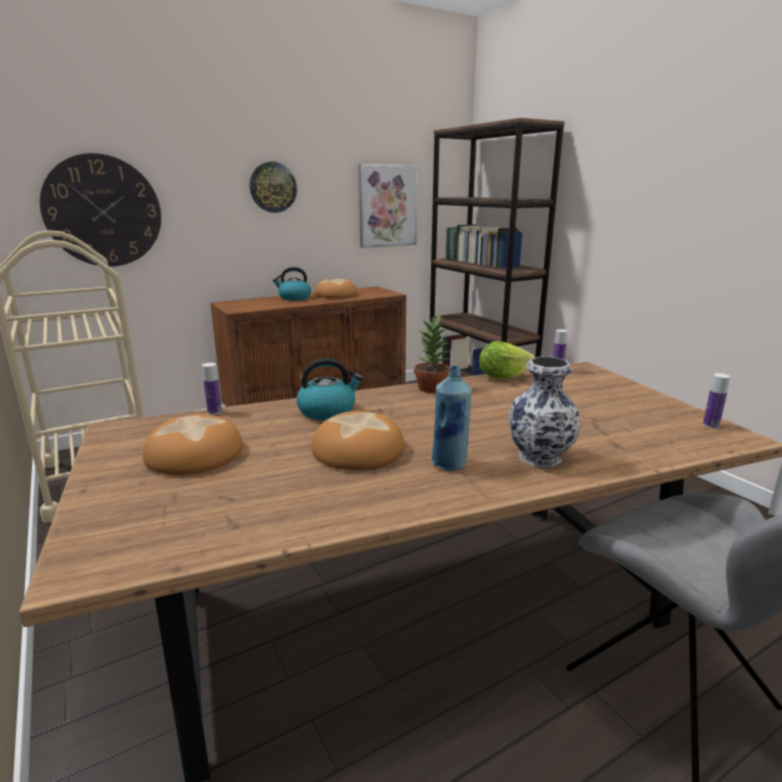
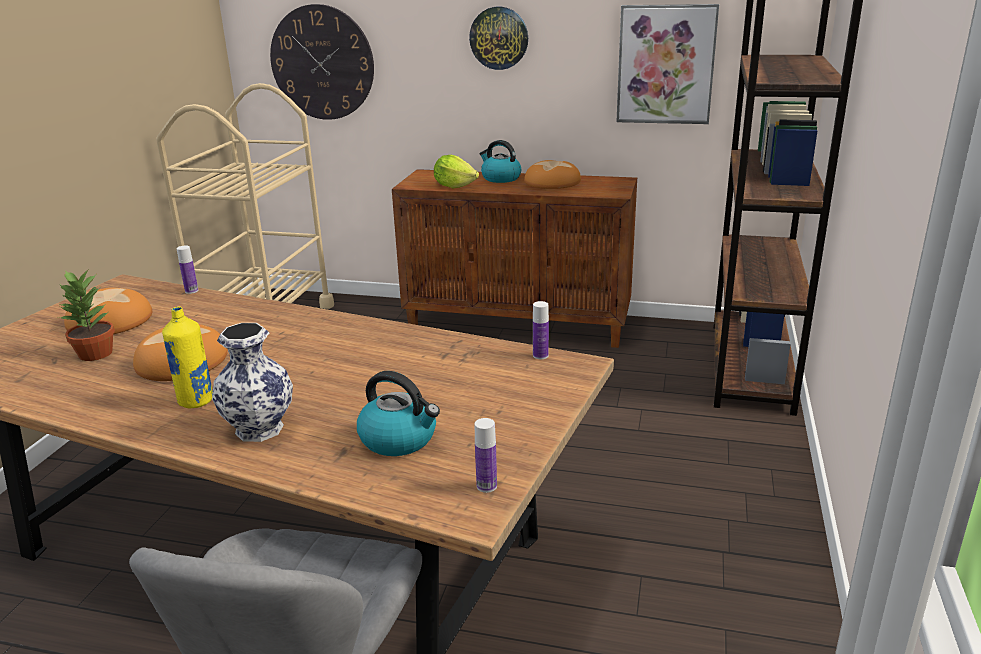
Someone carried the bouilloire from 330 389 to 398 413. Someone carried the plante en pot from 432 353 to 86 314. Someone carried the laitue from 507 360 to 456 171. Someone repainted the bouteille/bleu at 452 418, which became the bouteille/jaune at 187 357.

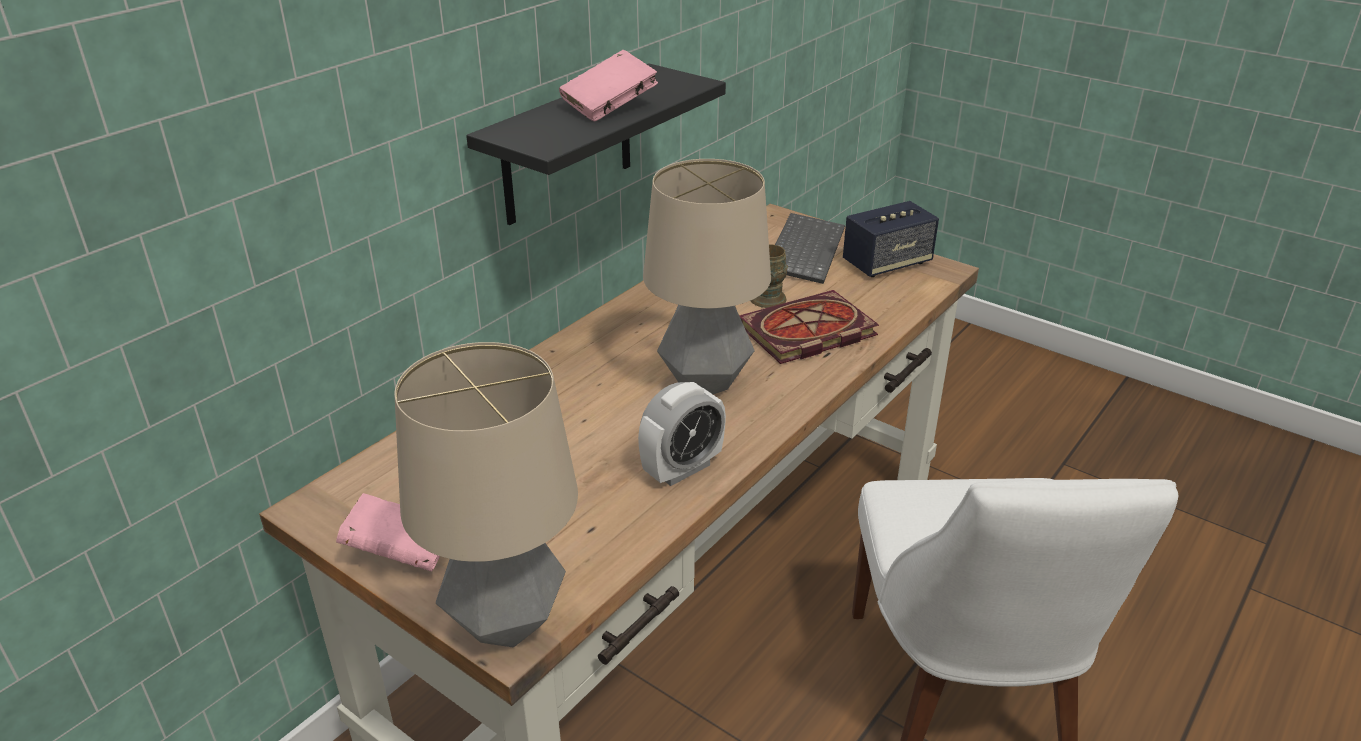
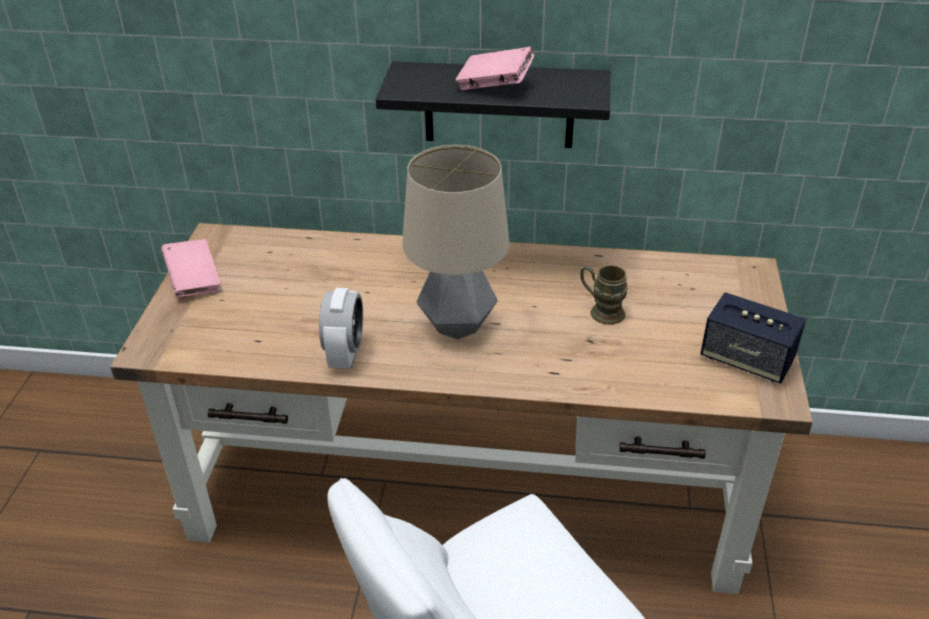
Someone took away the lampe de table at 486 494. Someone took away the livre at 809 327. Someone took away the clavier at 810 248. Someone rotated the réveil at 682 434 by 105 degrees counterclockwise.

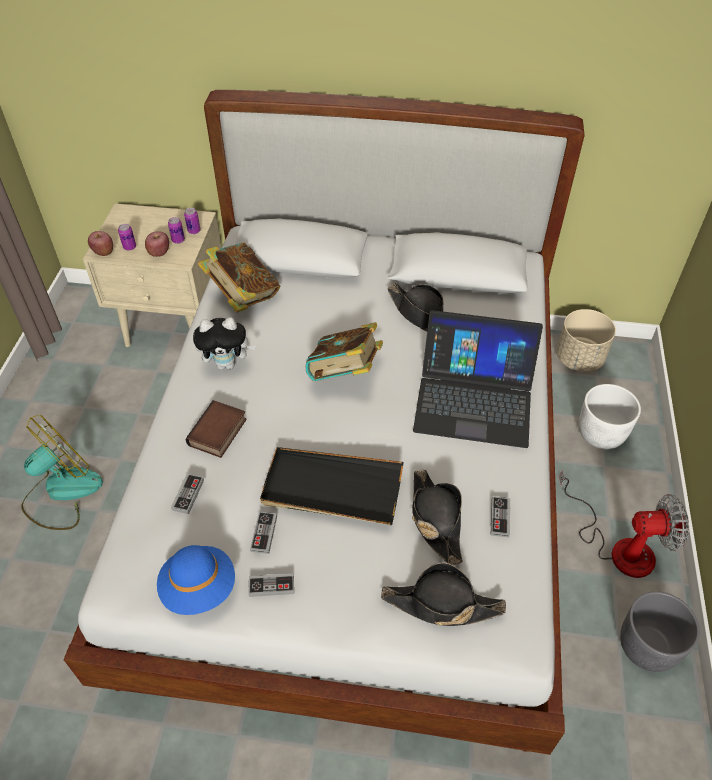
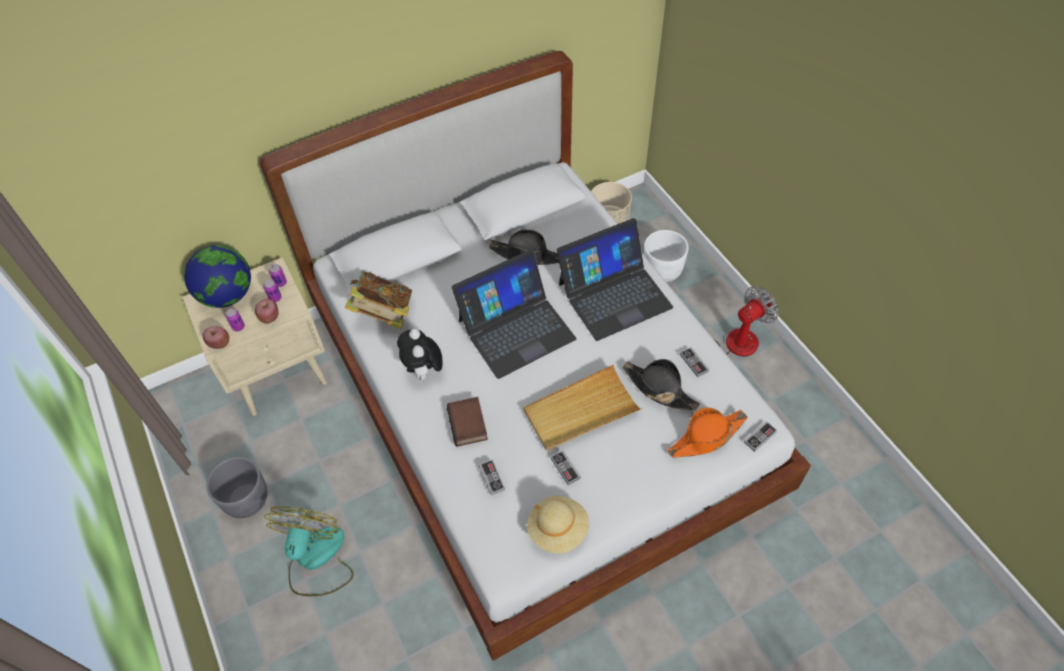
Someone put down the globe at 217 276. Someone carried the manette from 271 585 to 760 436. Someone carried the cache-pot/gris from 660 631 to 237 487. Someone swapped the livre at 344 351 for the ordinateur portable at 514 314. Someone repainted the chapeau/bleu at 196 580, which became the chapeau/beige at 558 524. Someone repainted the plateau/noir at 332 486, which became the plateau/beige at 583 407. Someone repainted the chapeau/noir at 443 594, which became the chapeau/orange at 707 432. Someone rotated the peluche at 224 343 by 120 degrees clockwise.

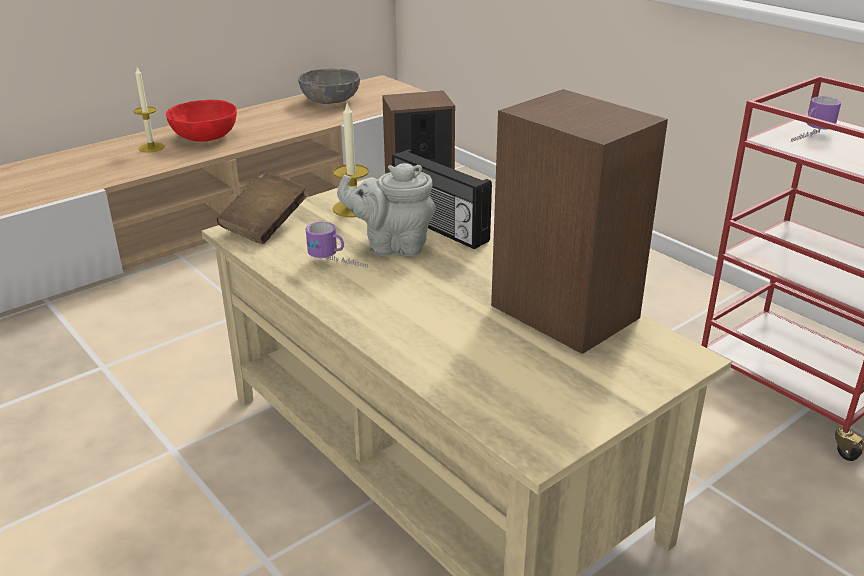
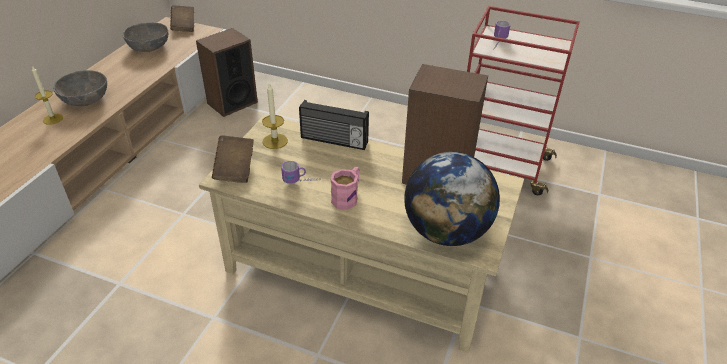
Someone took away the théière/gris at 386 209. Someone put down the livre/marron at 182 18. Someone put down the mug/rose at 345 188. Someone put down the globe at 452 199. Someone repainted the bol/rouge at 201 121, which became the bol/gris at 80 88.

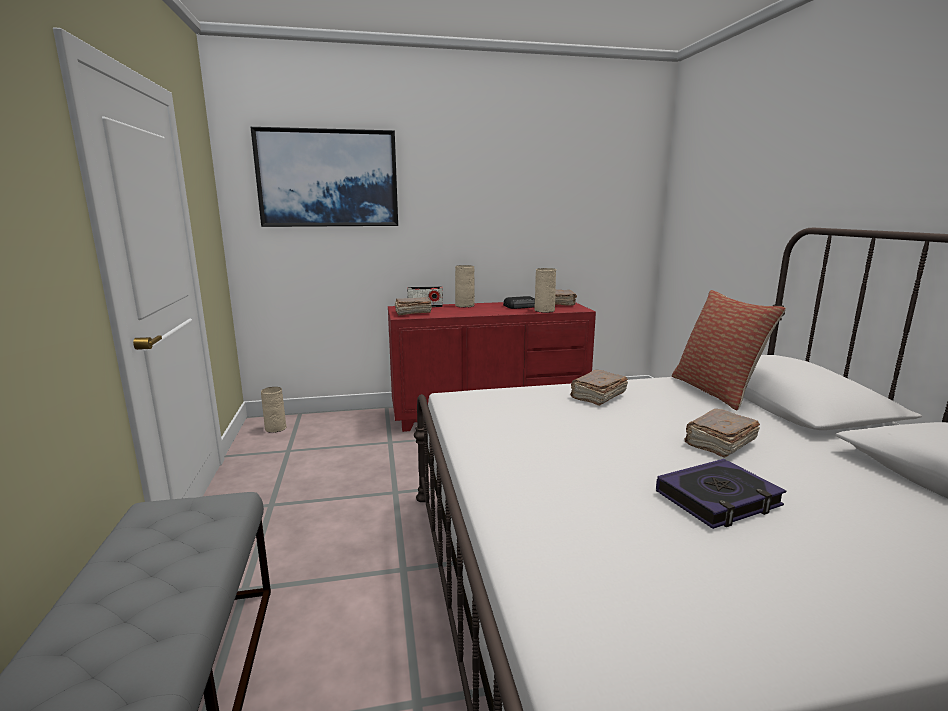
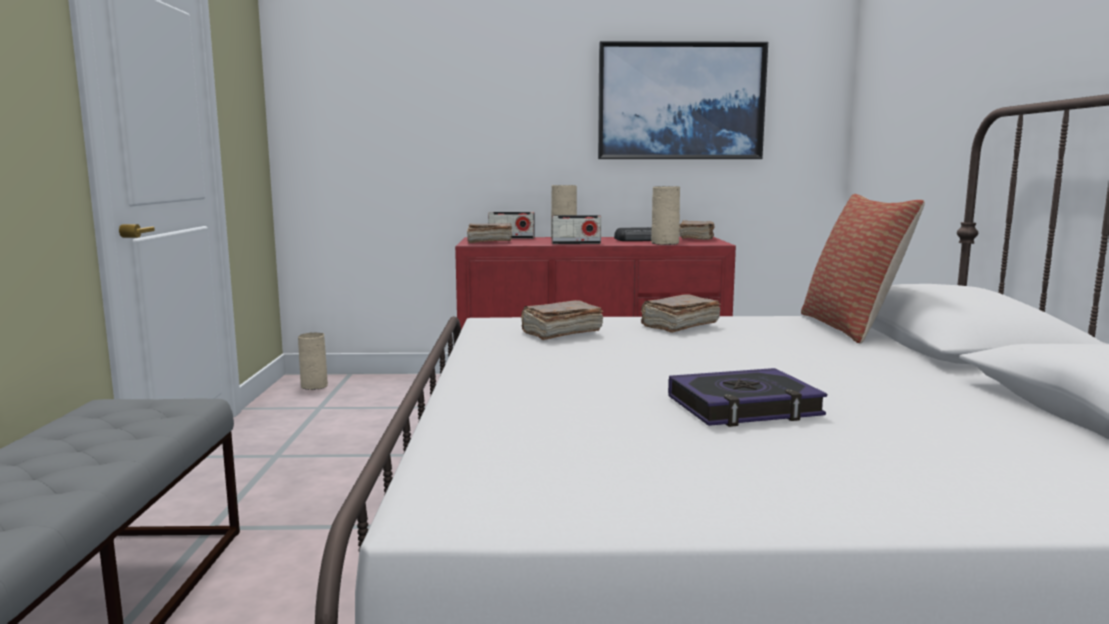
Someone put down the radio at 576 229. Someone carried the tableau from 324 177 to 683 100. Someone carried the livre/marron from 722 433 to 561 320.

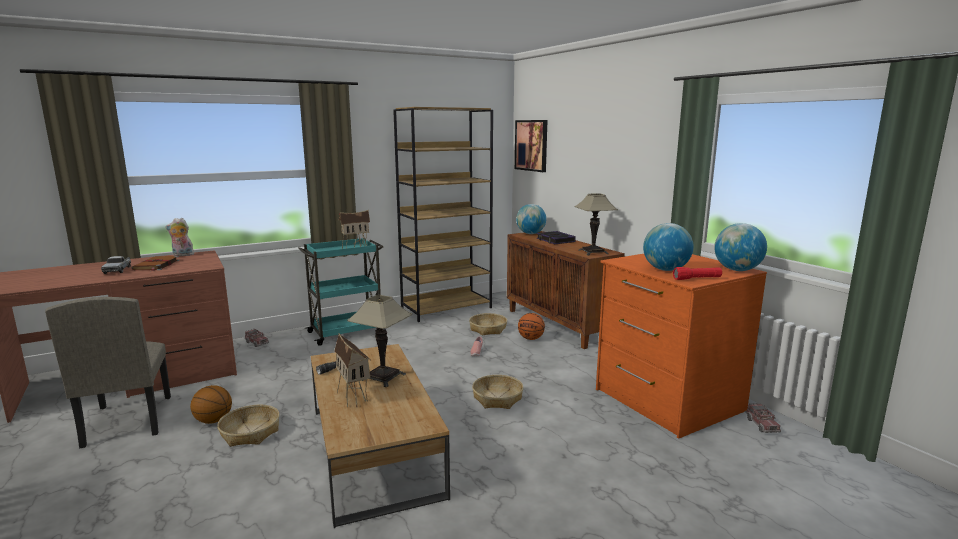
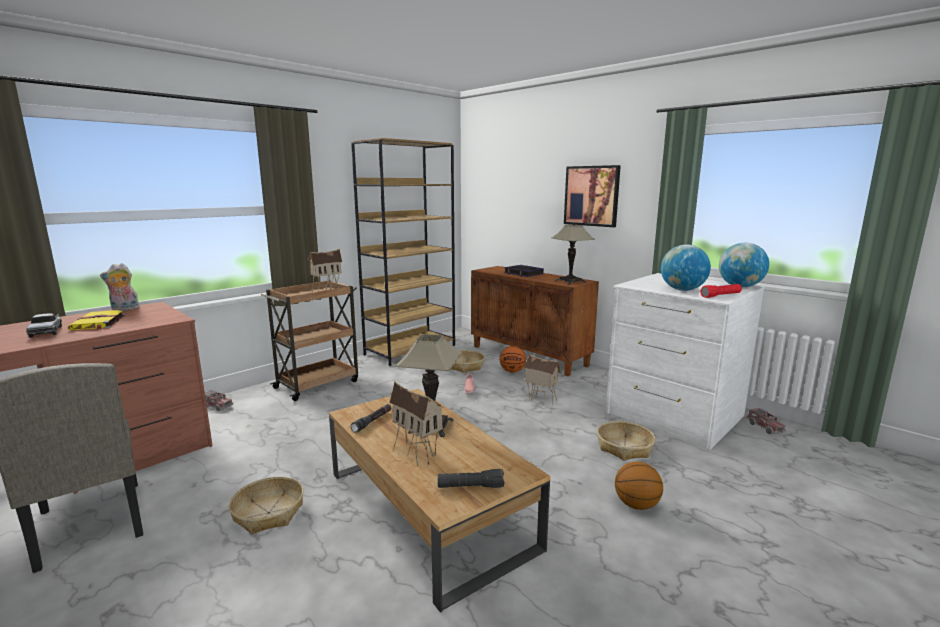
Someone took away the globe at 531 219. Someone put down the lampe de poche/noir at 470 478. Someone put down the maison miniature at 542 380. Someone carried the ballon de basket from 211 404 to 639 486. Someone carried the panier from 497 392 to 626 441. Someone carried the tableau from 531 146 to 592 196. Someone repainted the livre/marron at 155 263, which became the livre/jaune at 97 320. Someone repainted the chariot/turquoise at 340 292, which became the chariot/marron at 309 340. Someone repainted the commode/orange at 681 346, which became the commode/blanc at 685 361.

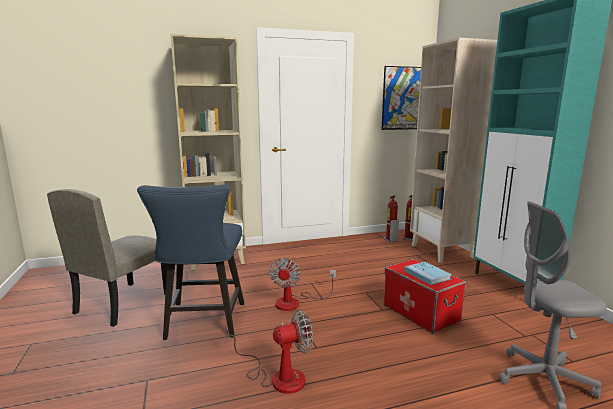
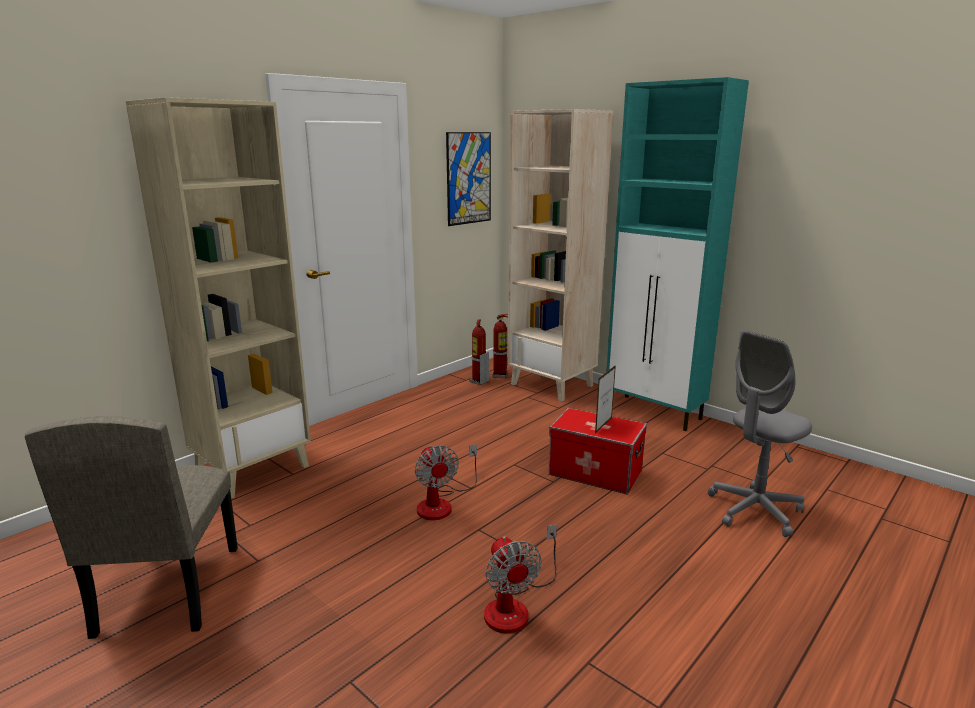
Someone took away the chaise/bleu at 190 262. Someone swapped the livre/bleu at 428 273 for the cadre photo at 605 399. Someone rotated the ventilateur at 270 352 by 120 degrees clockwise.

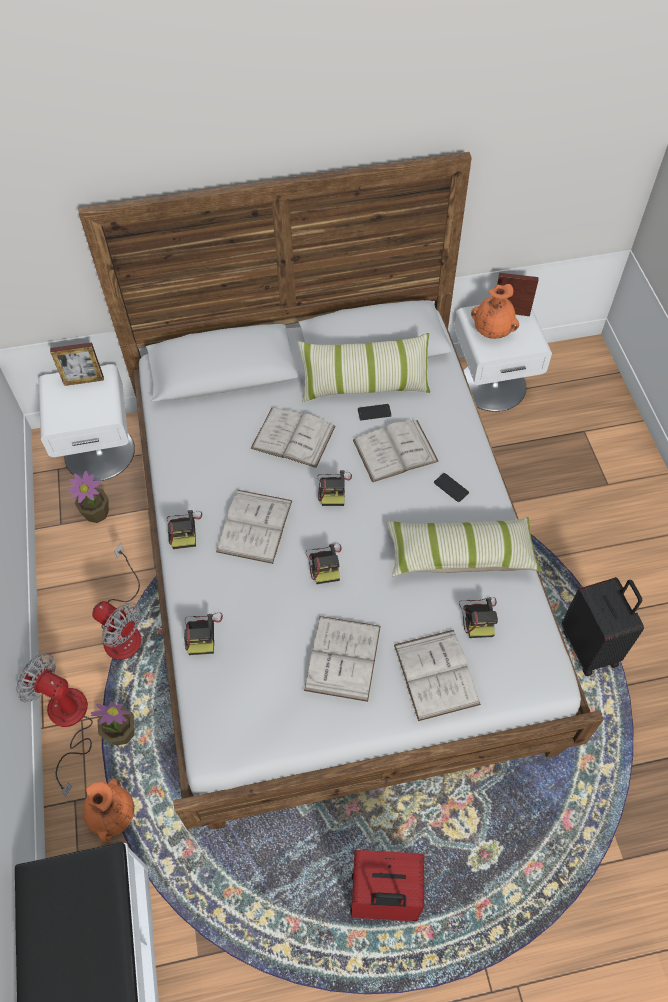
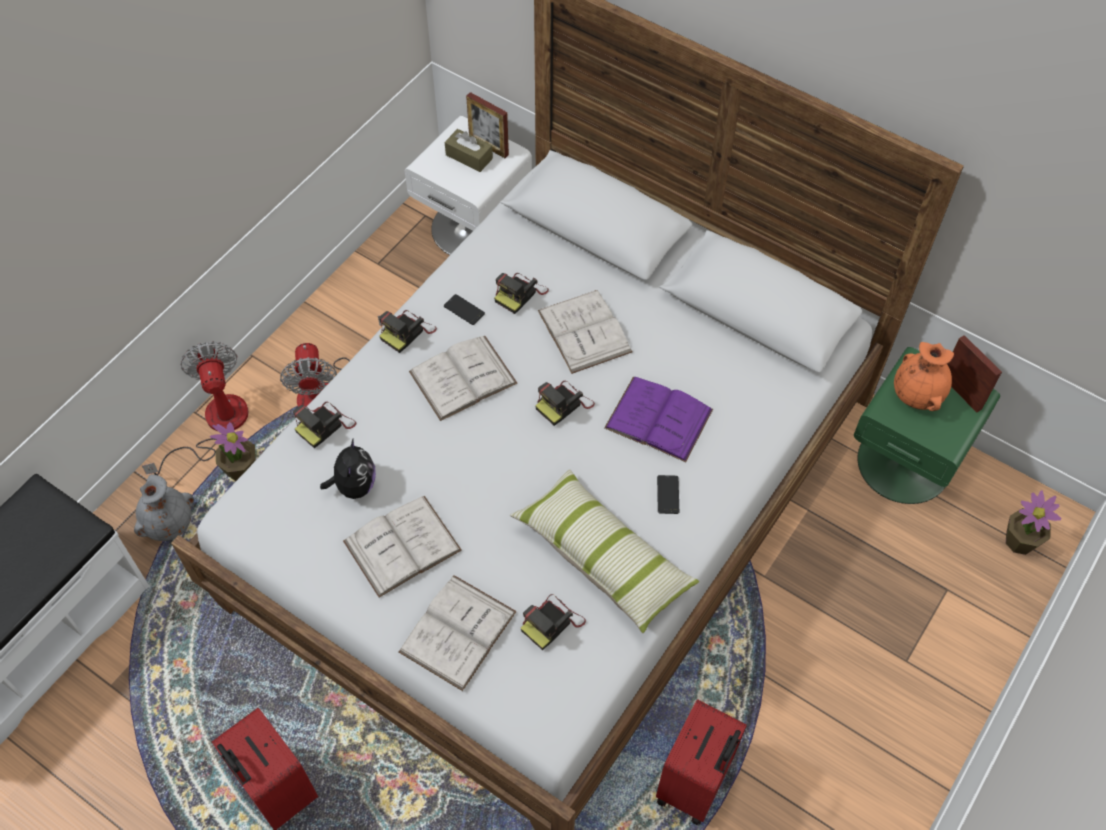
Someone took away the coussin at 364 367. Someone put down the peluche at 348 468. Someone put down the boîte à mouchoirs/marron at 469 150. Someone carried the plante en pot from 88 497 to 1033 522. Someone carried the appareil photo from 323 563 to 521 293. Someone carried the téléphone from 375 412 to 464 309. Someone repainted the vase/orange at 108 810, which became the vase/gris at 164 507. Someone repainted the livre/blanc at 396 451, which became the livre/violet at 658 419. Someone repainted the table de chevet/blanc at 503 358, which became the table de chevet/vert at 927 425. Someone repainted the valise/noir at 603 626, which became the valise/rouge at 701 762.

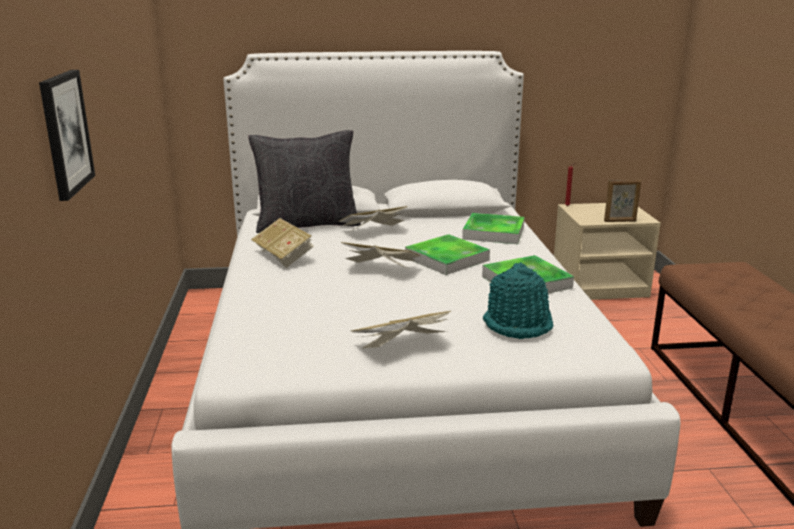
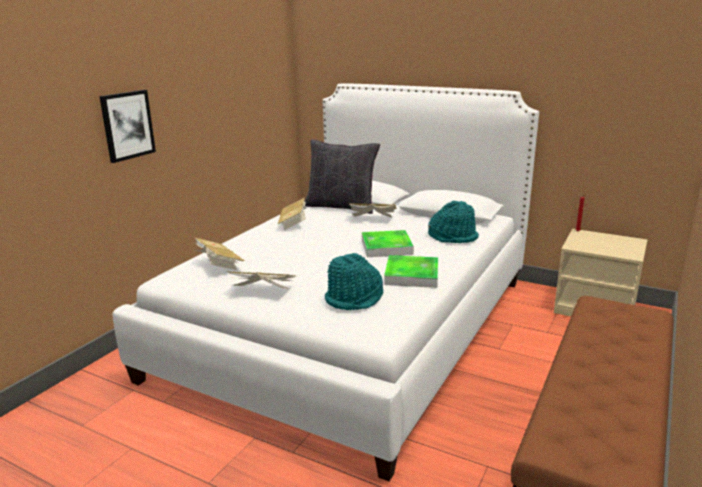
Someone took away the cadre photo at 622 200. Someone carried the livre from 381 256 to 219 253. Someone swapped the plateau at 493 228 for the chapeau/turquoise at 453 222.

